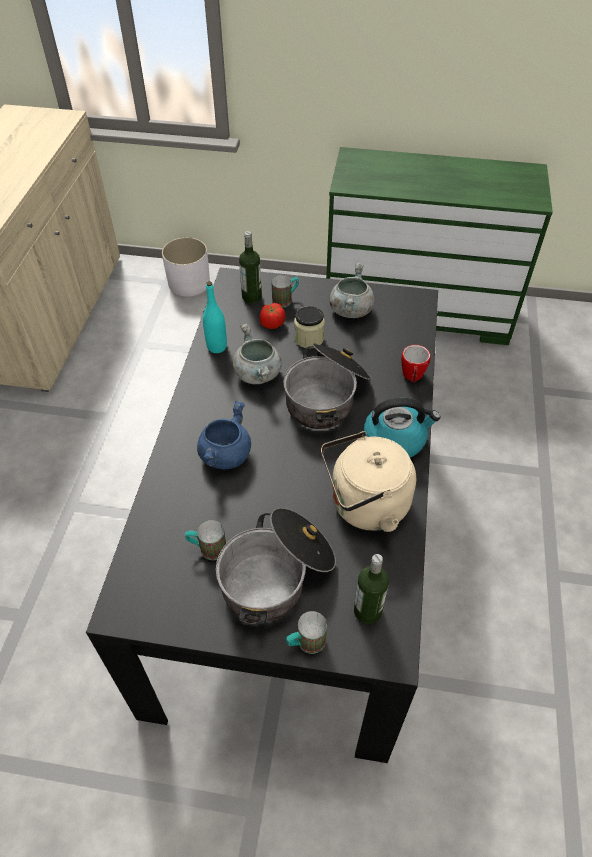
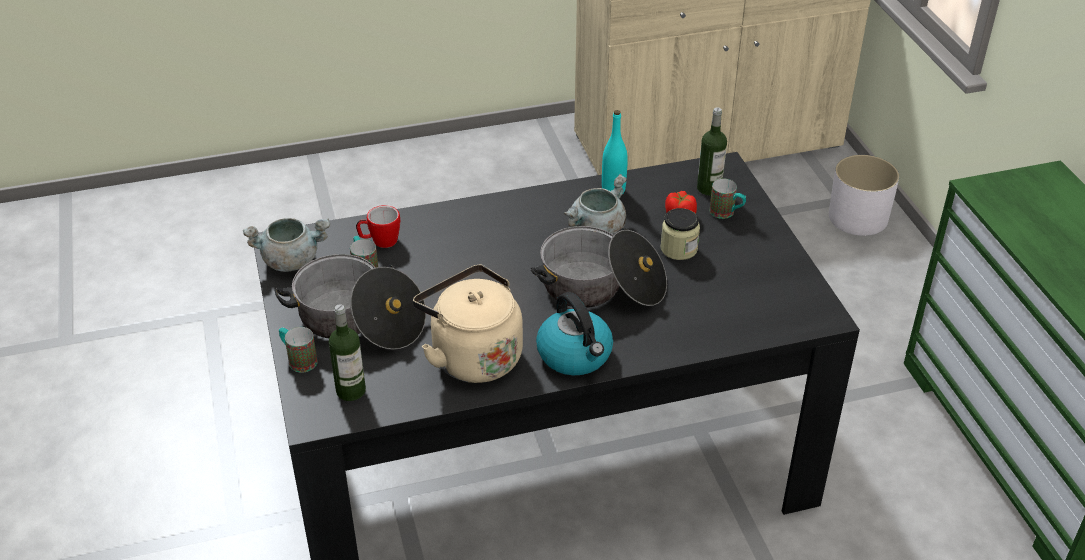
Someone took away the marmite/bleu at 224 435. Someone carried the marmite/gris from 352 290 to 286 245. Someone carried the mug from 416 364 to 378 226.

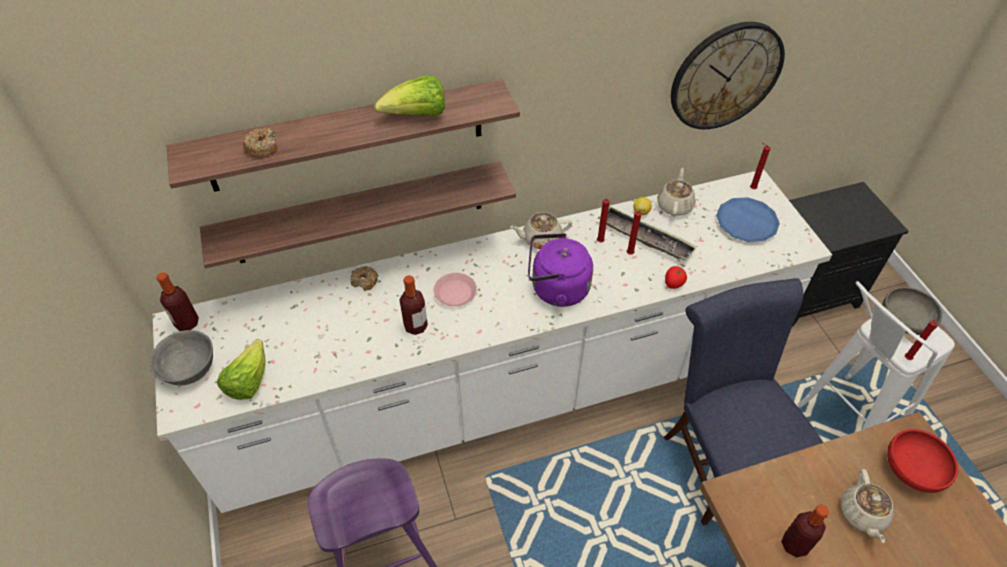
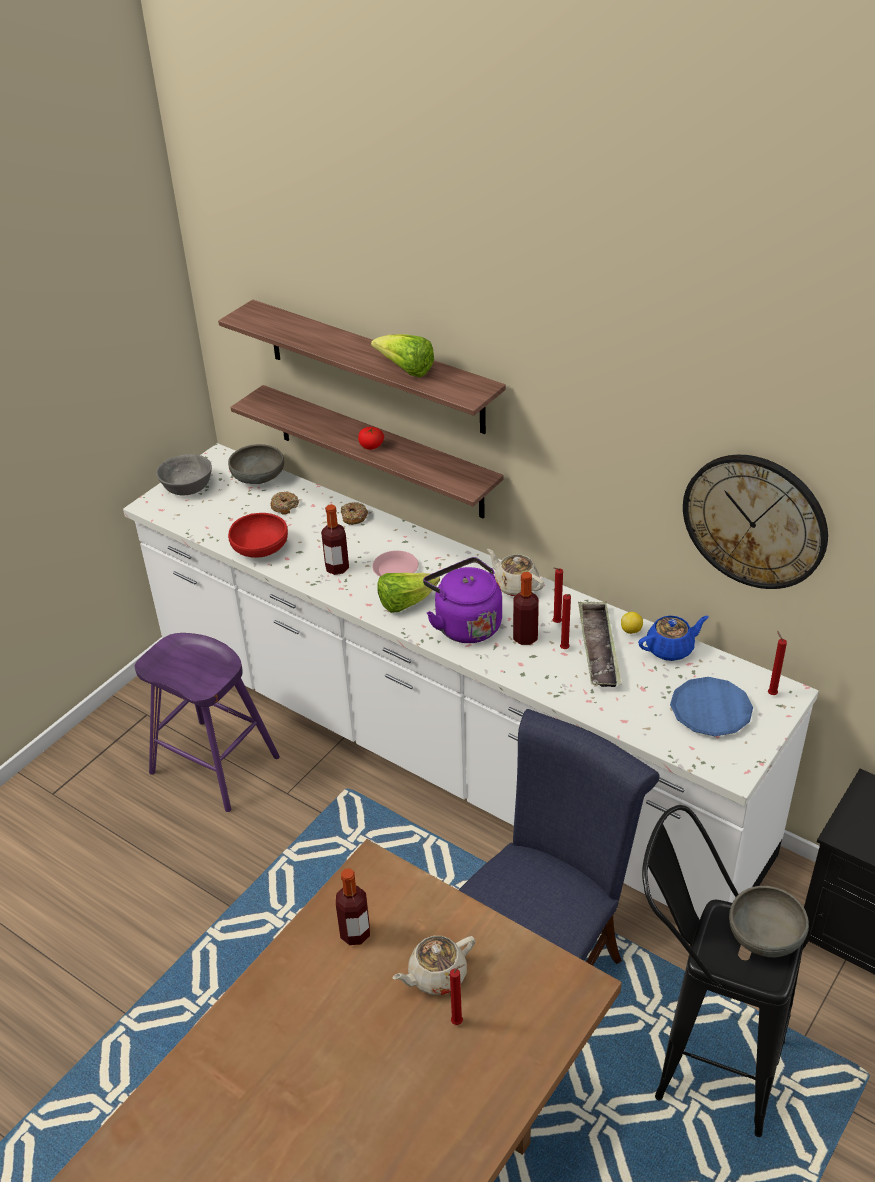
Someone put down the bol/gris at 256 464. Someone carried the bouteille from 178 301 to 526 608. Someone carried the laitue from 241 369 to 408 593. Someone carried the beignet from 260 142 to 285 503. Someone carried the tomate from 676 277 to 371 438. Someone carried the bol/rouge from 922 461 to 258 535. Someone carried the bougie/rouge from 921 337 to 457 994. Someone repainted the théière/beige at 676 192, which became the théière/bleu at 673 638. Someone repainted the tabouret/blanc at 876 355, which became the tabouret/noir at 722 971.

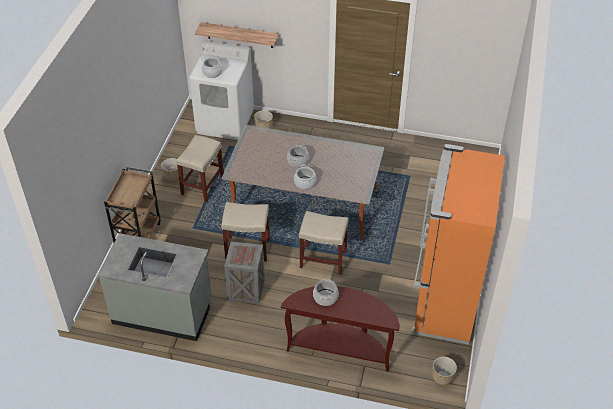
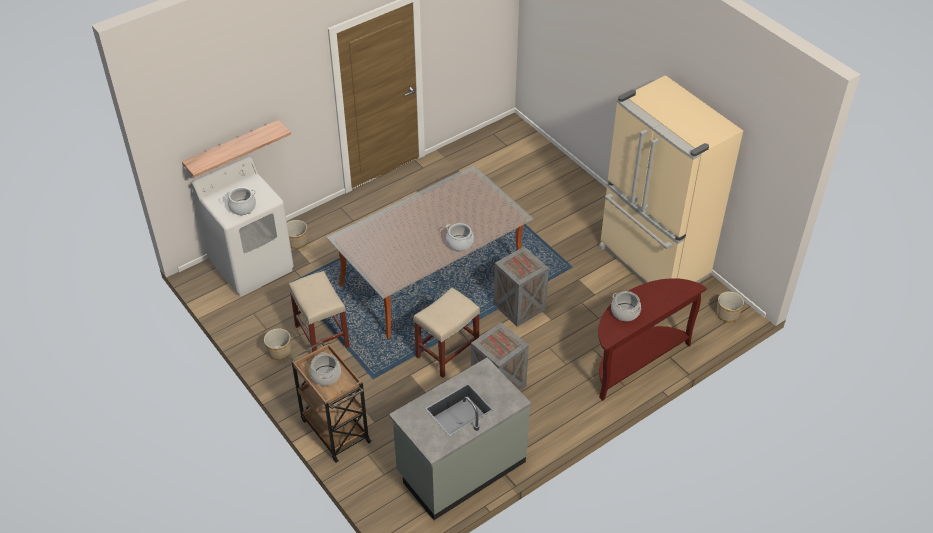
Someone carried the marmite from 298 156 to 325 369. Someone swapped the tabouret/beige at 324 243 for the caisse at 521 286. Someone repainted the réfrigérateur/orange at 458 244, which became the réfrigérateur/beige at 671 179.

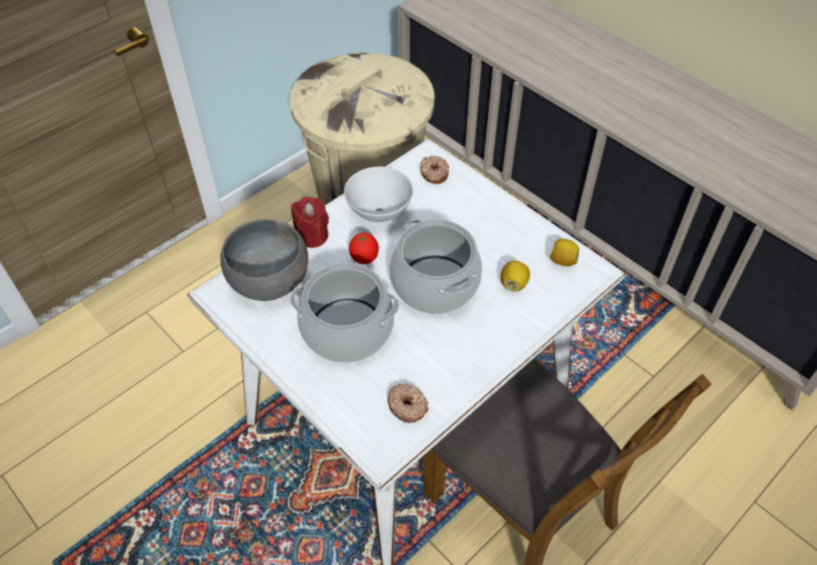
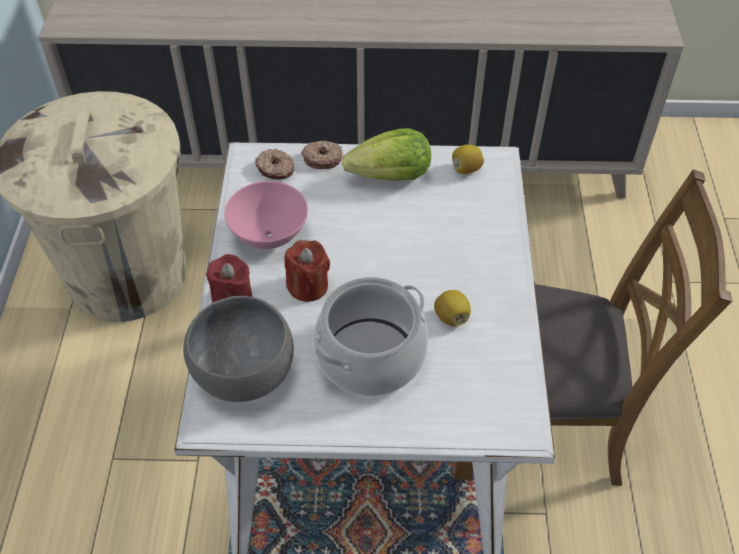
Someone took away the marmite at 436 266. Someone put down the laitue at 386 154. Someone carried the beignet from 408 403 to 322 154. Someone carried the citron from 515 276 to 452 308. Someone swapped the tomate at 364 248 for the bougie/rouge at 307 271. Someone repainted the bol/blanc at 378 194, which became the bol/rose at 266 215.

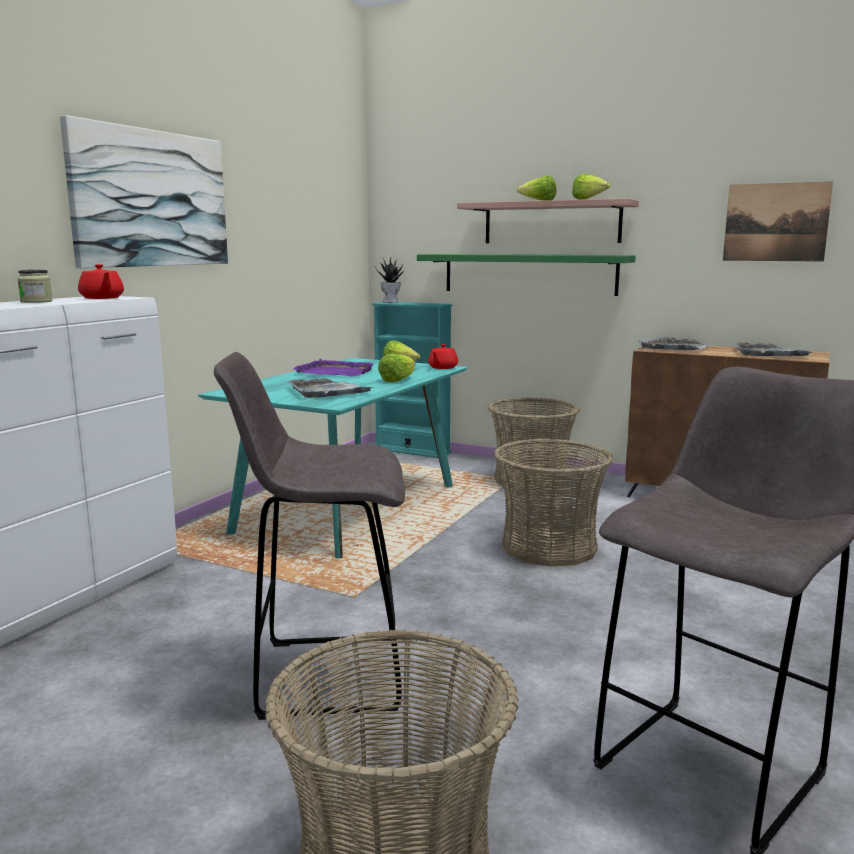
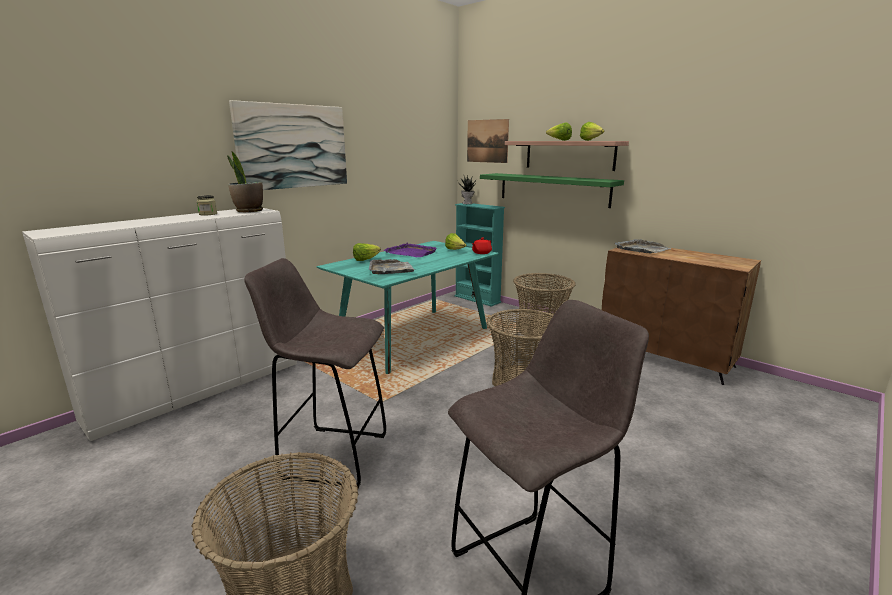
Someone took away the plateau/gris at 772 349. Someone carried the laitue from 396 367 to 367 252. Someone carried the tableau from 778 221 to 488 141. Someone swapped the théière/rouge at 101 281 for the plante en pot at 245 182.

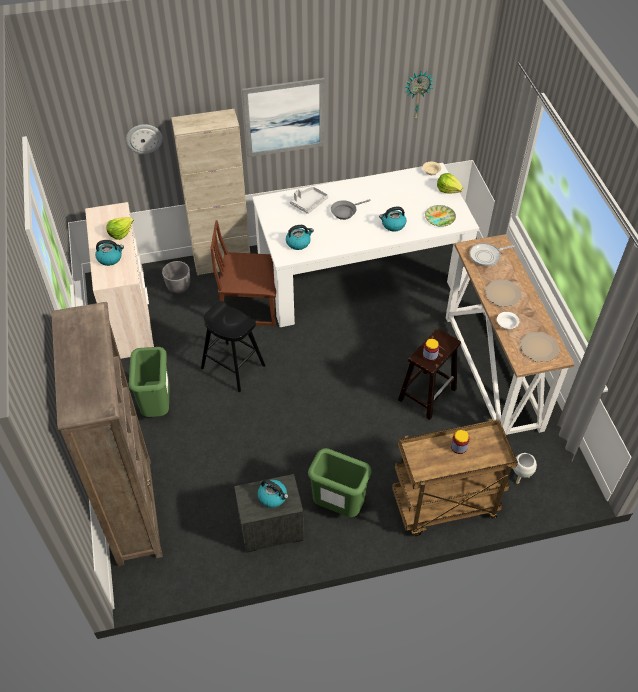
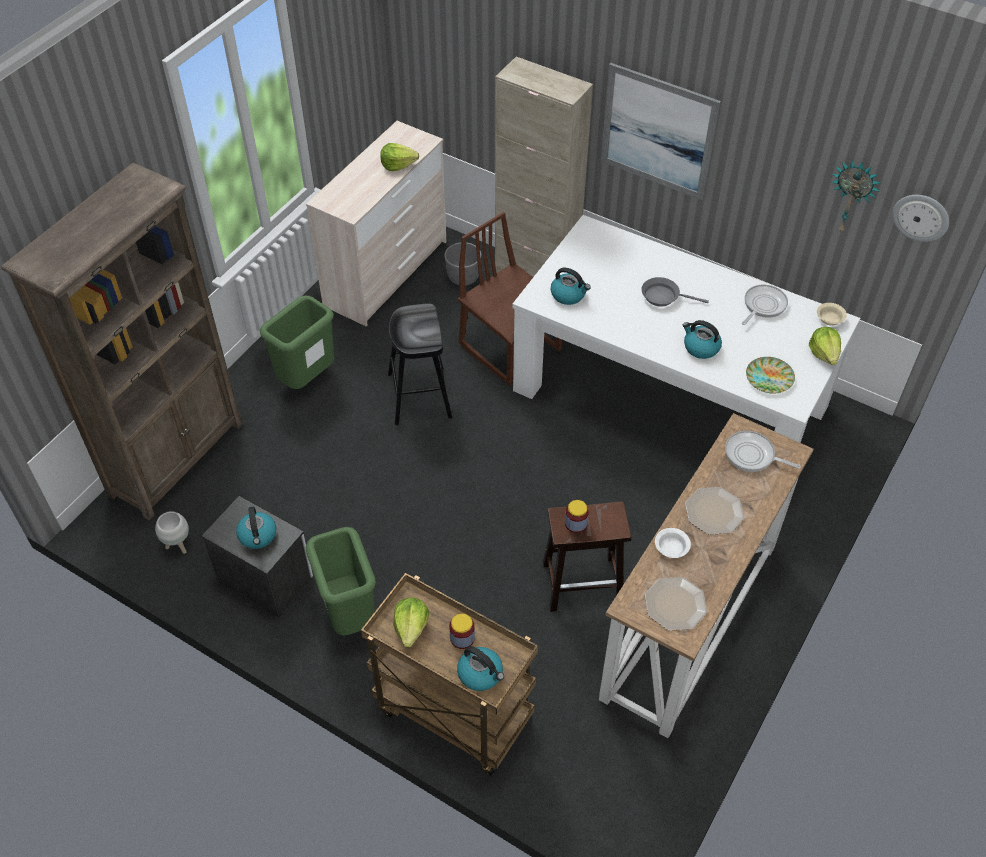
Someone took away the plateau/gris at 309 200. Someone put down the laitue at 411 622. Someone put down the poêle at 765 305. Someone carried the bouilloire from 109 253 to 480 668. Someone carried the horloge murale from 144 139 to 920 218. Someone carried the cache-pot/blanc from 525 468 to 172 532.

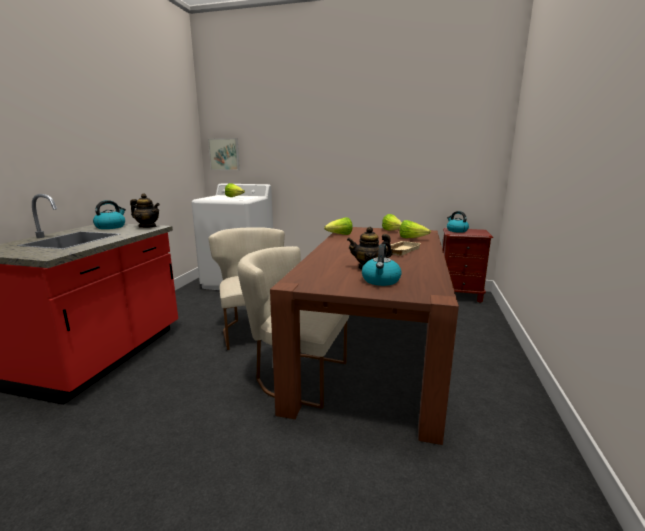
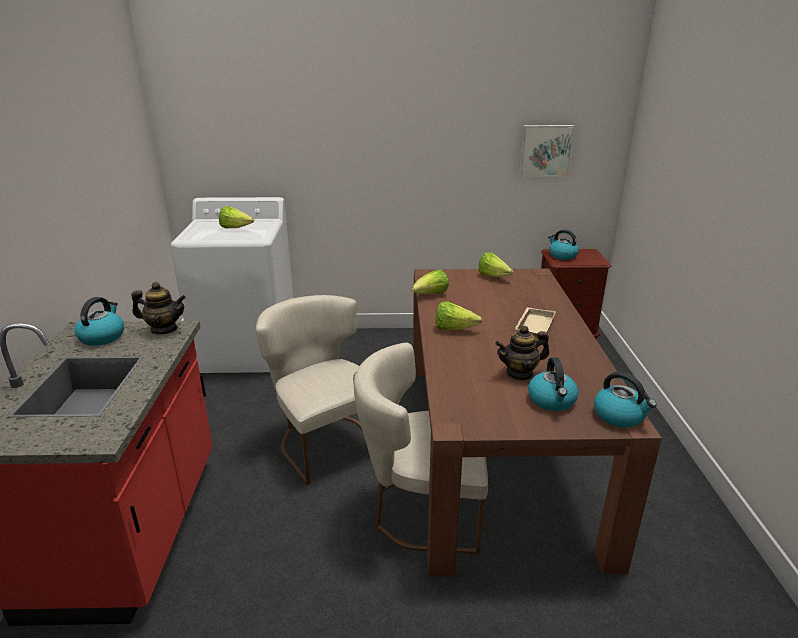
Someone put down the bouilloire at 625 399. Someone carried the tableau from 224 154 to 547 151. Someone carried the laitue from 415 229 to 459 315.

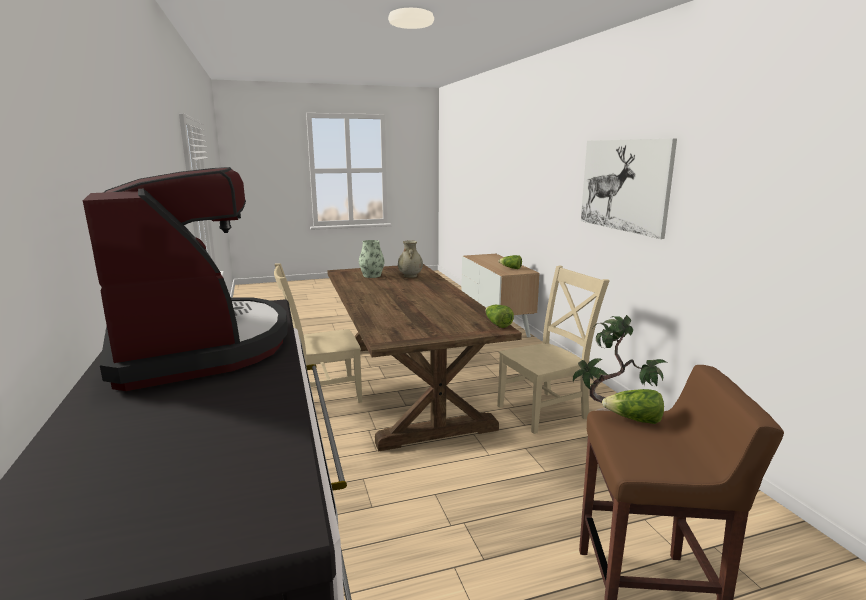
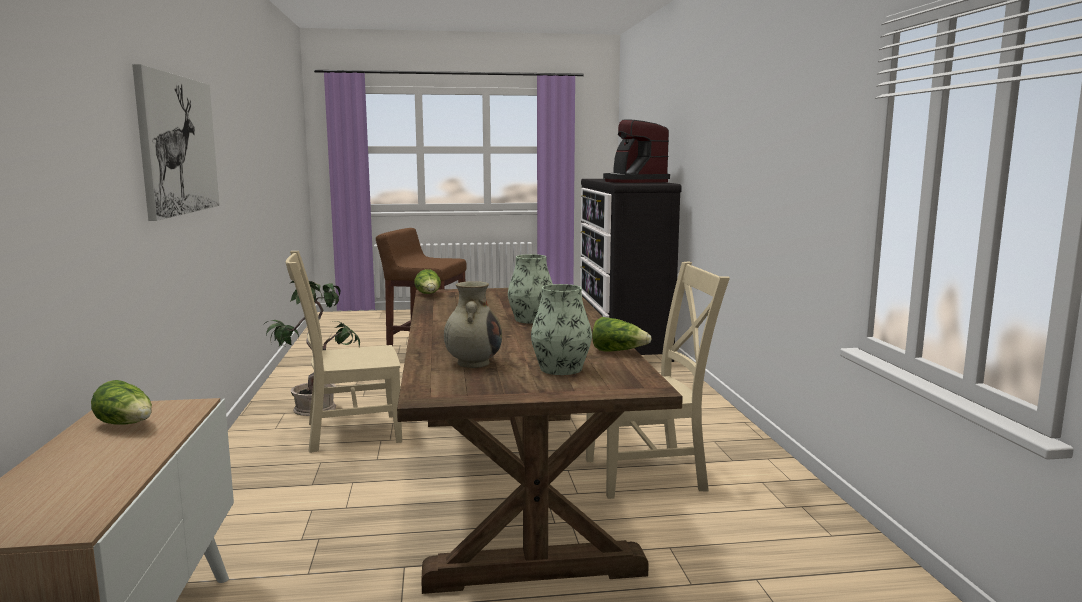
Someone put down the vase at 530 289. Someone carried the laitue from 633 406 to 622 334.

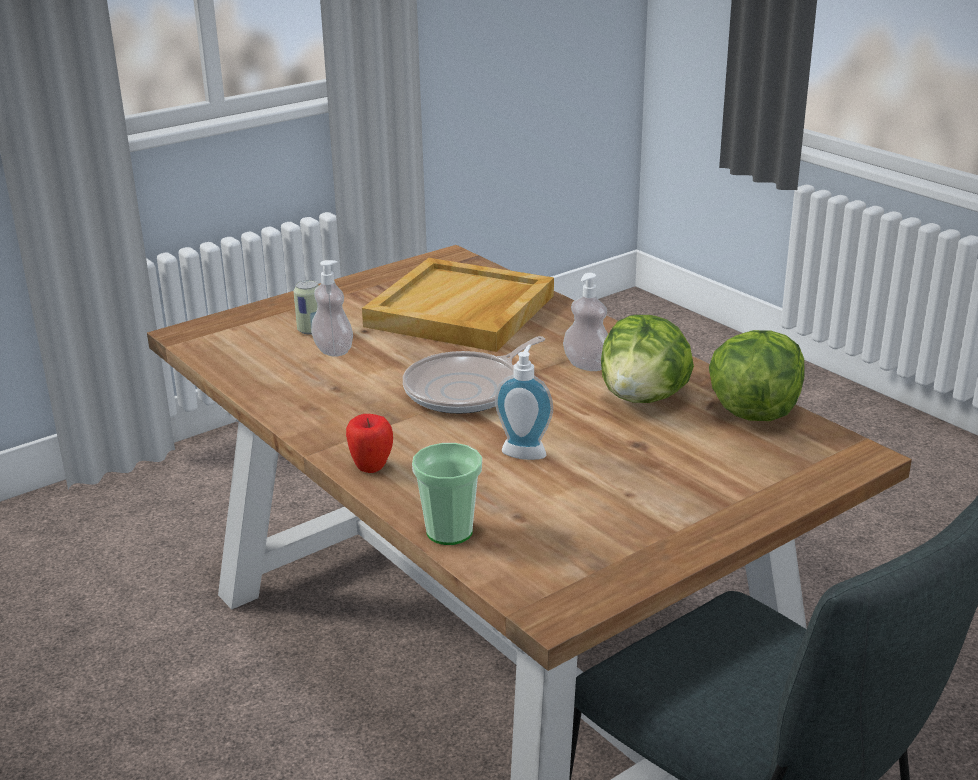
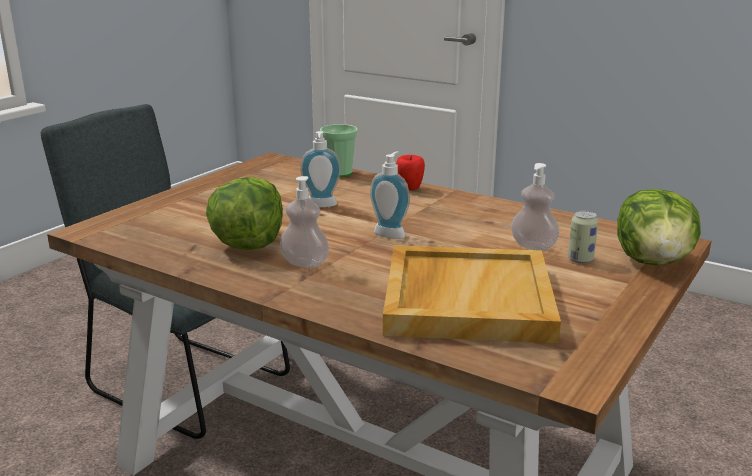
Someone carried the laitue from 756 375 to 659 227. Someone swapped the poêle at 474 375 for the distributeur de savon at 390 195.

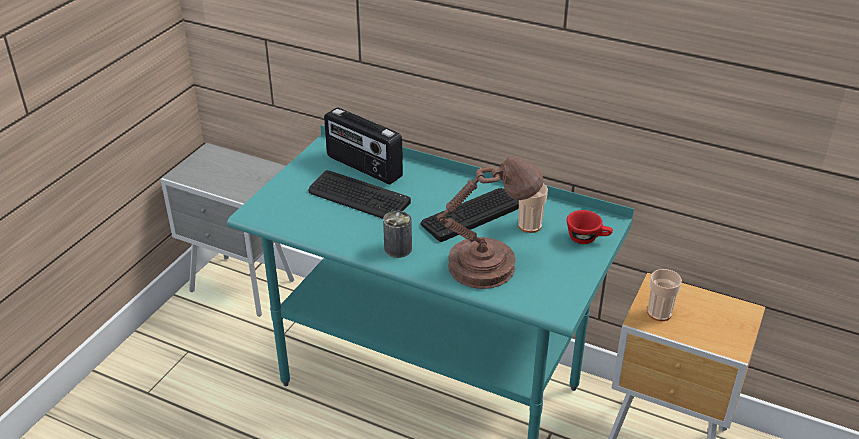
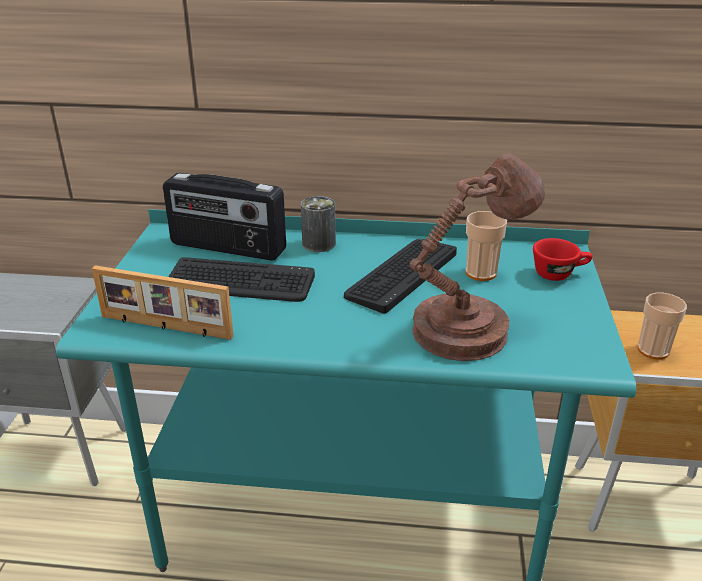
Someone put down the cadre photo at 163 302. Someone carried the boîte métallique from 397 234 to 318 224.

